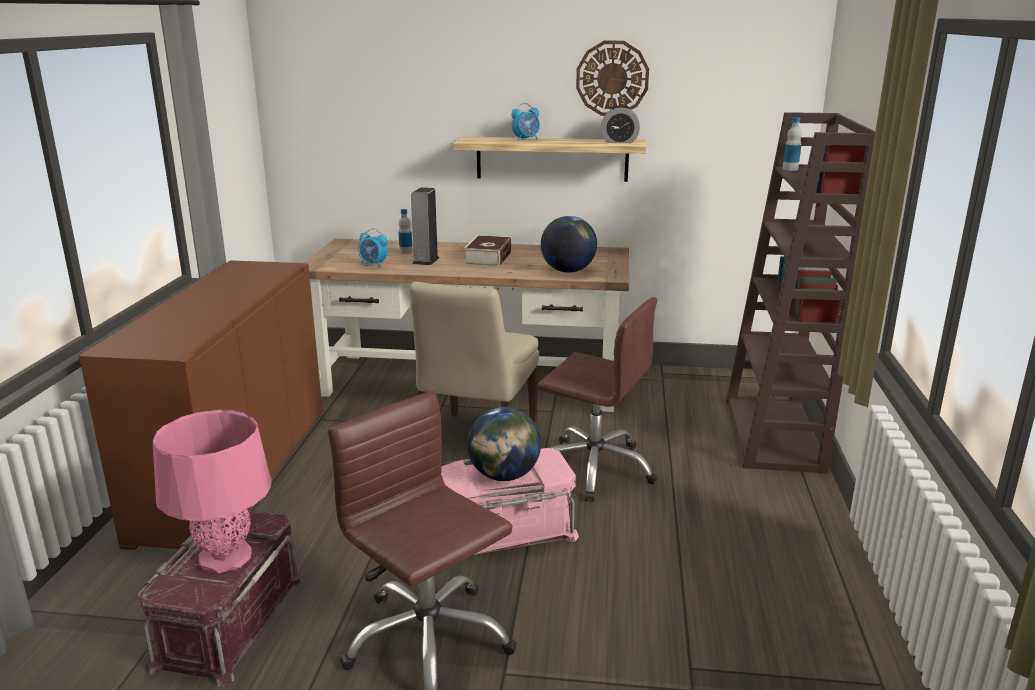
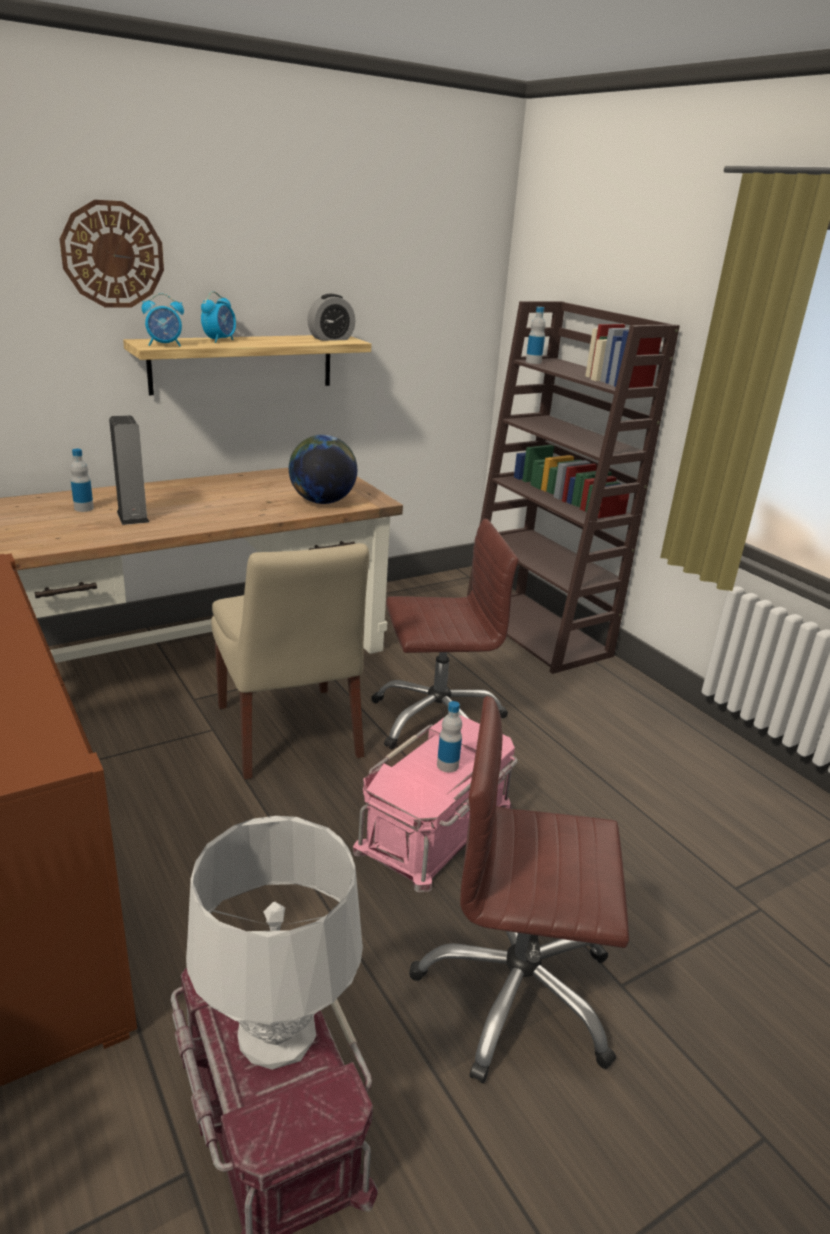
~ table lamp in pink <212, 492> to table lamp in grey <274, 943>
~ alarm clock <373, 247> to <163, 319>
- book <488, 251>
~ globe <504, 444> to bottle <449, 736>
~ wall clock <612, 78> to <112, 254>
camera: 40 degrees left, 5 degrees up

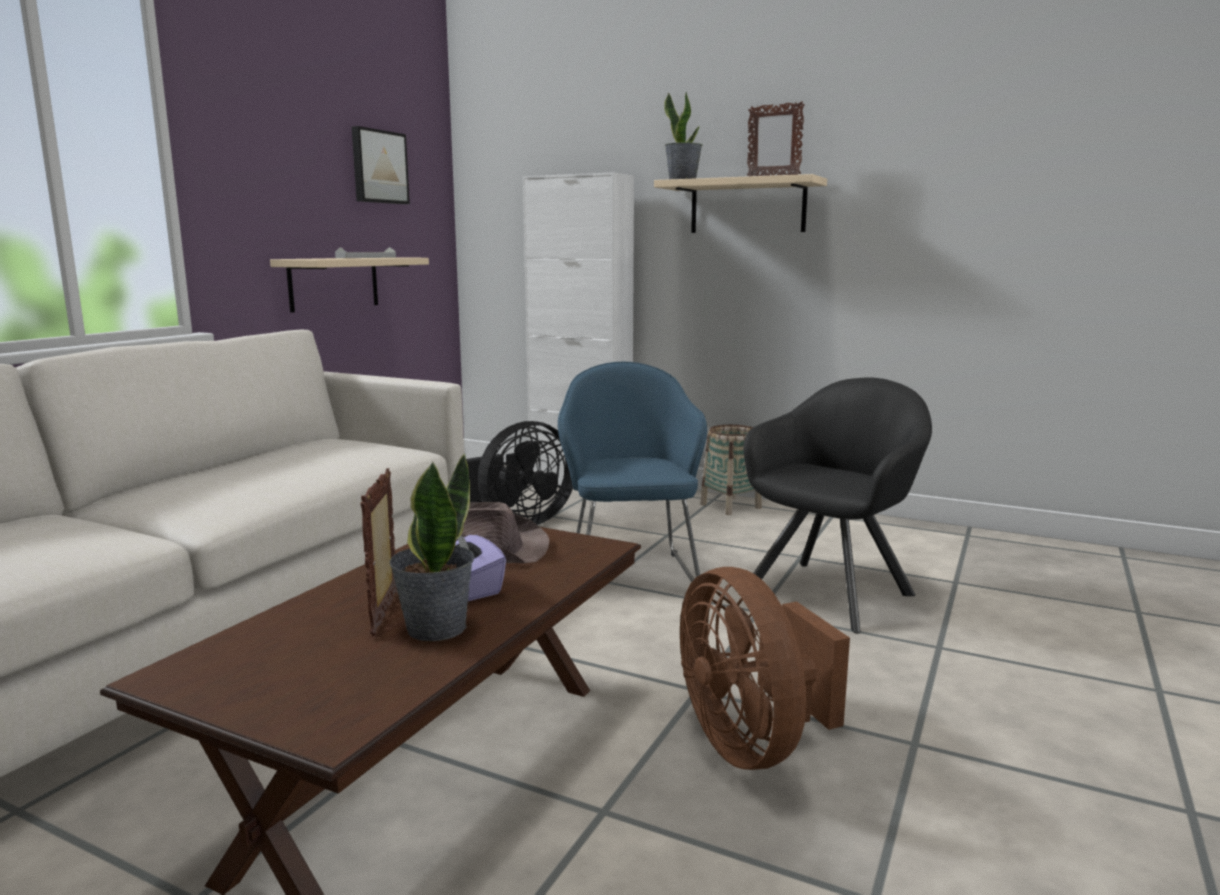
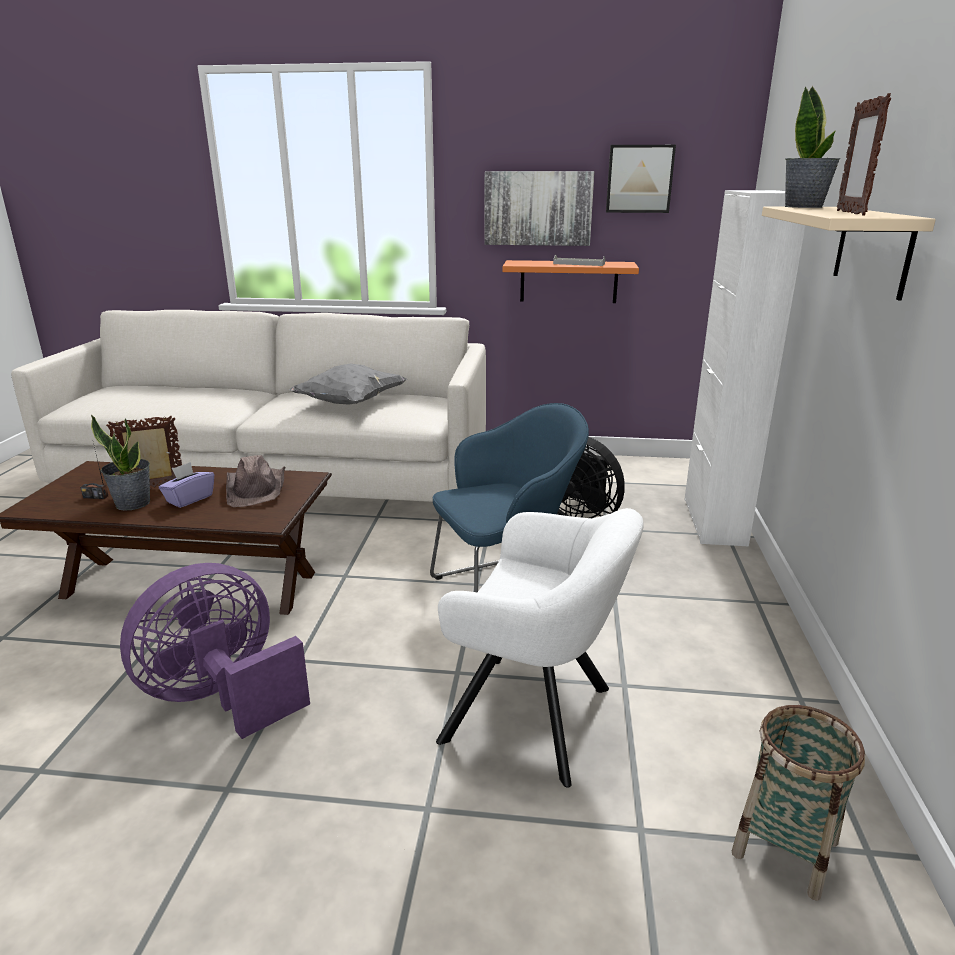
~ shelf in beige <349, 285> to shelf in orange <570, 281>
~ fan in brown <765, 668> to fan in purple <215, 651>
~ basket <731, 470> to <798, 803>
~ armchair in black <837, 505> to armchair in white <540, 648>
+ radio <94, 471>
+ pillow in grey <348, 384>
+ picture <539, 208>
camera: 70 degrees right, 10 degrees up

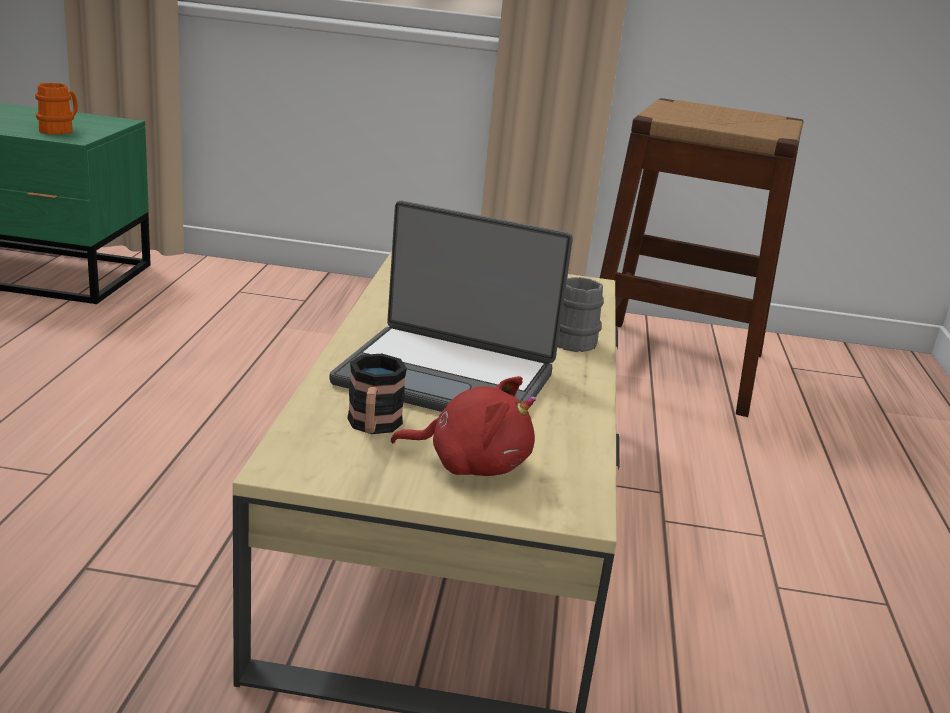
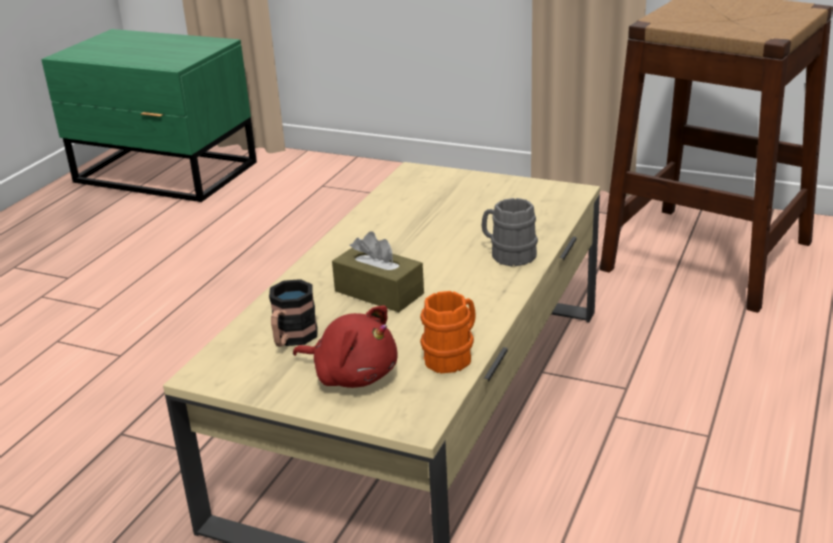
~ mug in orange <56, 109> to <448, 332>
~ laptop <451, 306> to tissue box in brown <378, 271>
camera: 20 degrees right, 5 degrees up

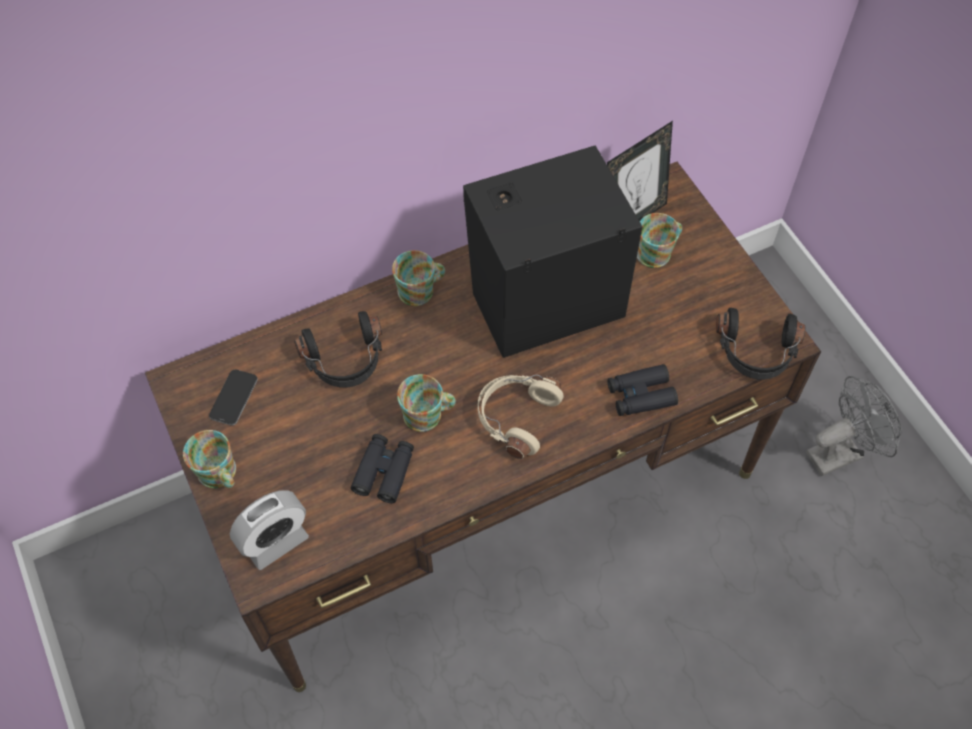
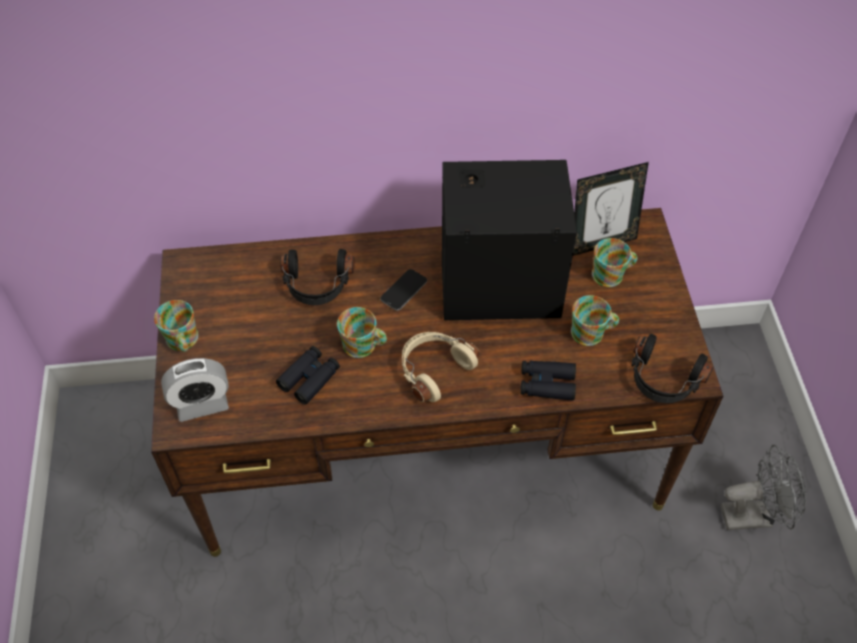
~ phone <233, 397> to <403, 290>
~ mug <418, 278> to <595, 320>
camera: 20 degrees right, 5 degrees down

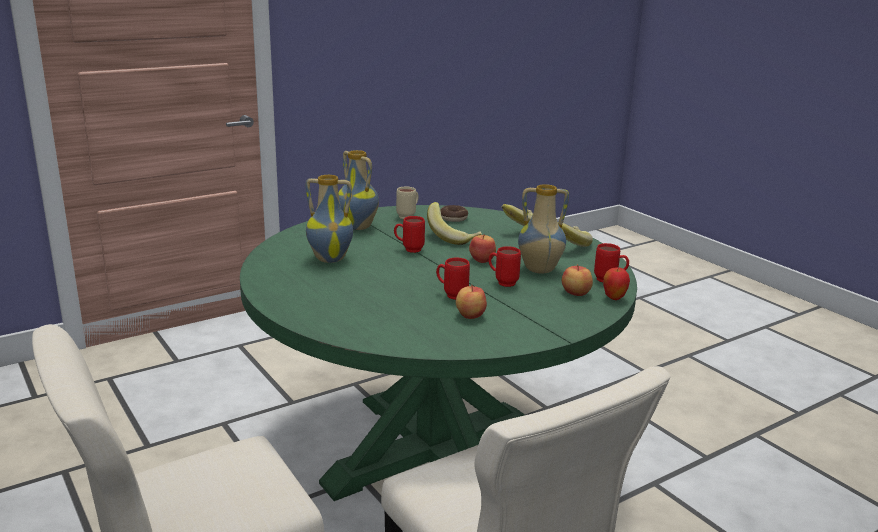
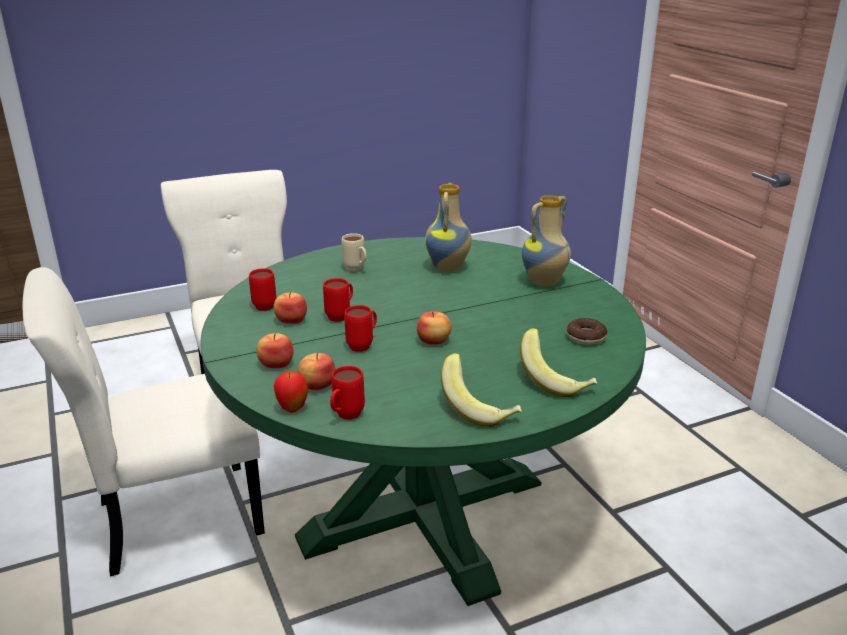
~ mug in red <409, 234> to <262, 289>
~ mug in beige <407, 203> to <354, 252>
- banana <454, 223>
- vase <543, 229>
+ apple <275, 350>
camera: 100 degrees right, 5 degrees up

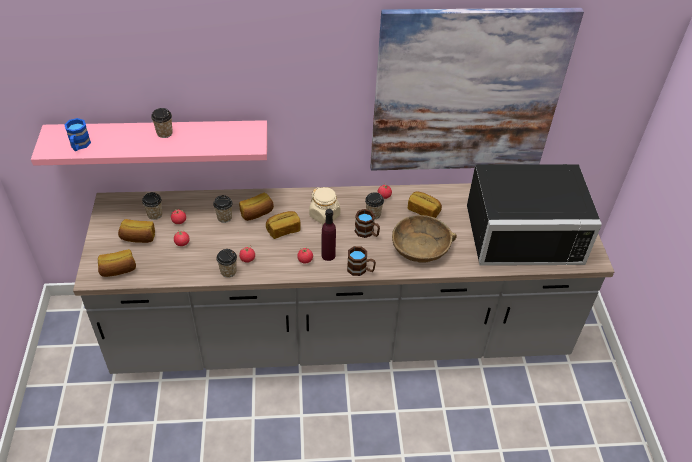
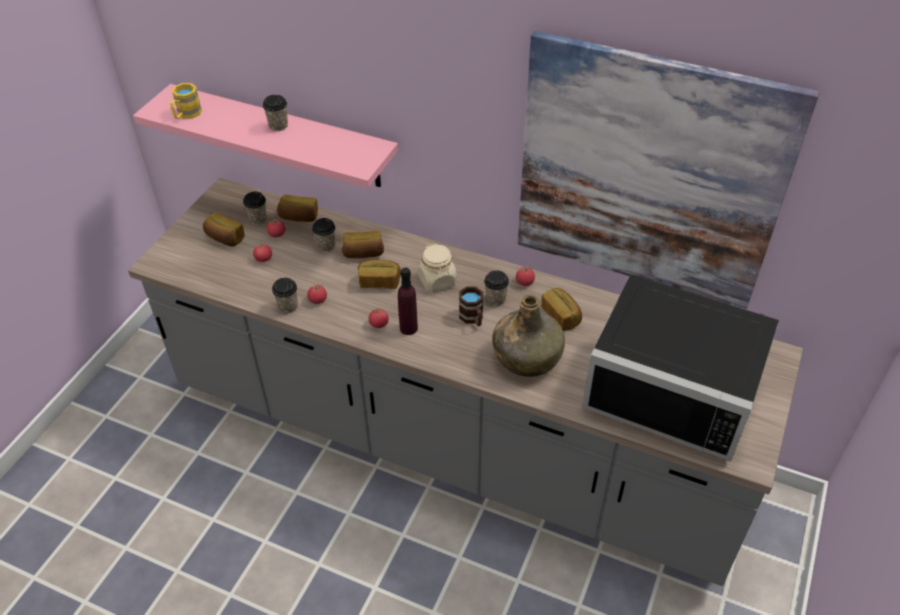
~ mug in blue <77, 134> to mug in yellow <186, 101>
~ bread <117, 263> to <297, 208>
- mug in brown <361, 261>
~ bowl in brown <424, 239> to bottle in green <528, 336>
camera: 30 degrees right, 0 degrees up

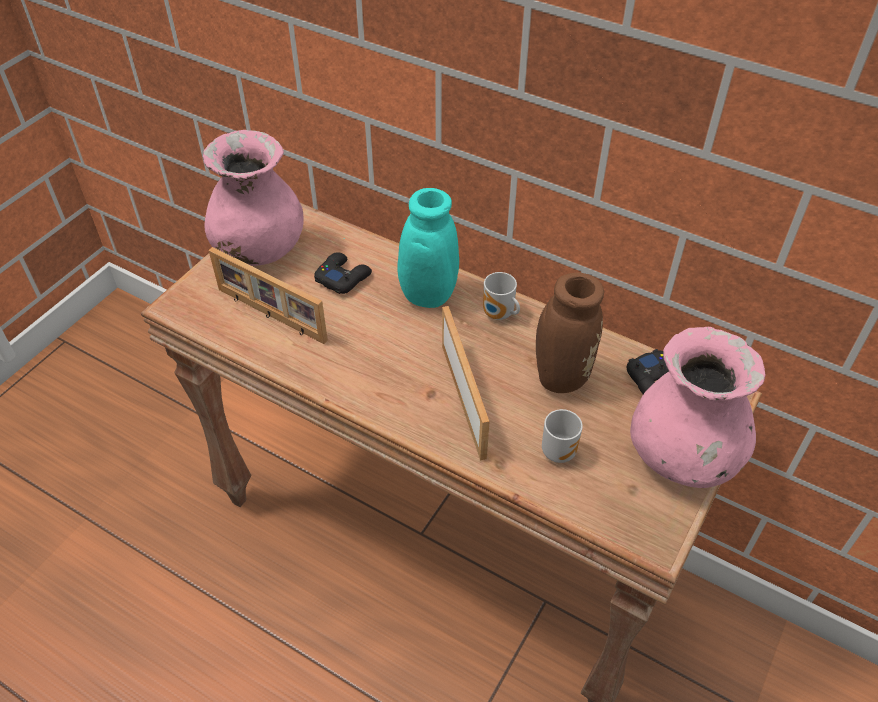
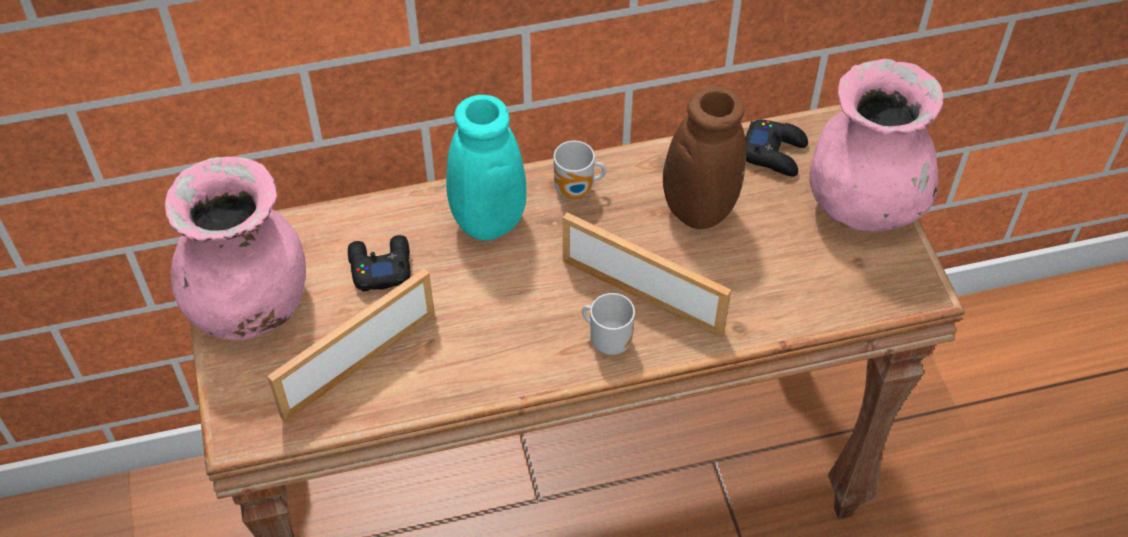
~ picture frame <268, 295> = <351, 345> 150 degrees clockwise
~ mug <562, 436> to <608, 324>
camera: 45 degrees left, 5 degrees up

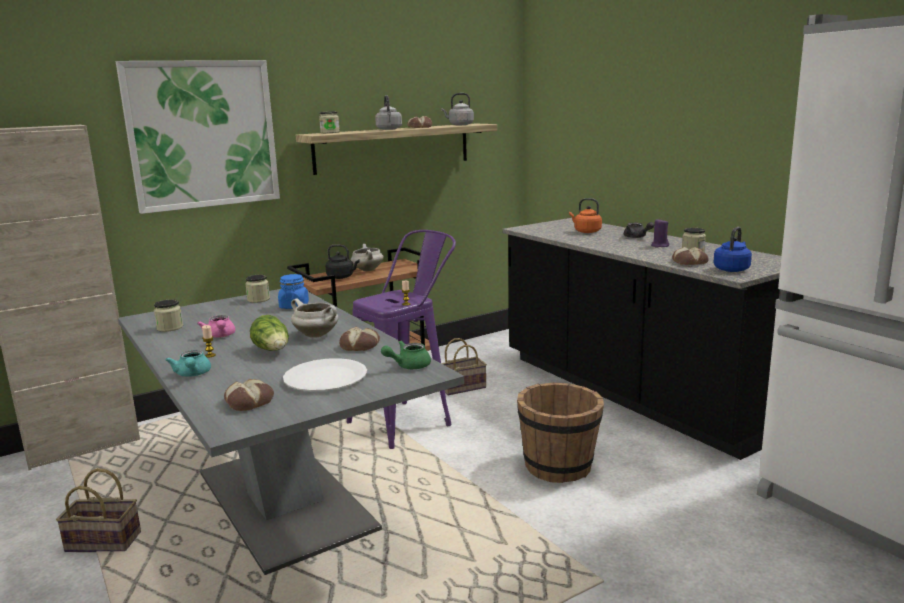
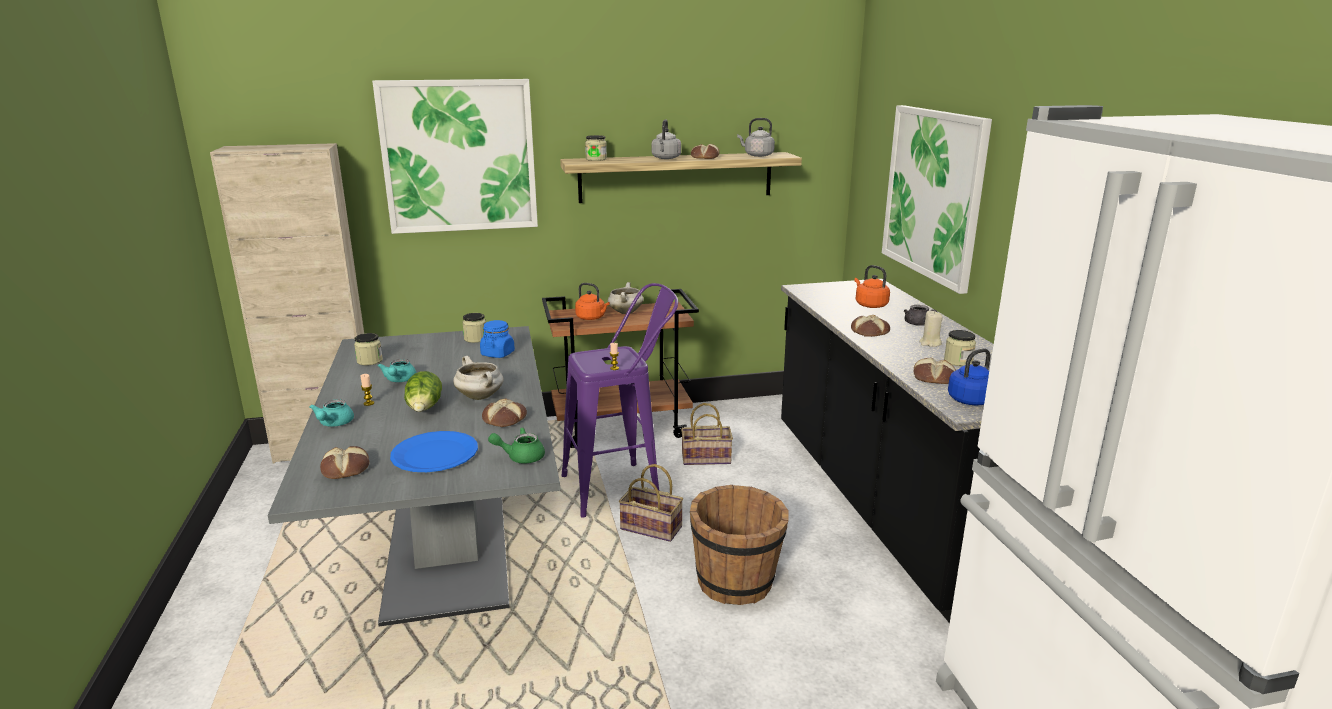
~ basket <98, 510> to <651, 503>
~ teapot in pink <216, 326> to teapot in turquoise <397, 370>
~ plate in white <325, 374> to plate in blue <434, 451>
~ kettle in black <343, 261> to kettle in orange <592, 301>
~ candle in purple <660, 233> to candle in beige <931, 328>
+ bread <870, 326>
+ picture <937, 199>
camera: 20 degrees right, 5 degrees up

